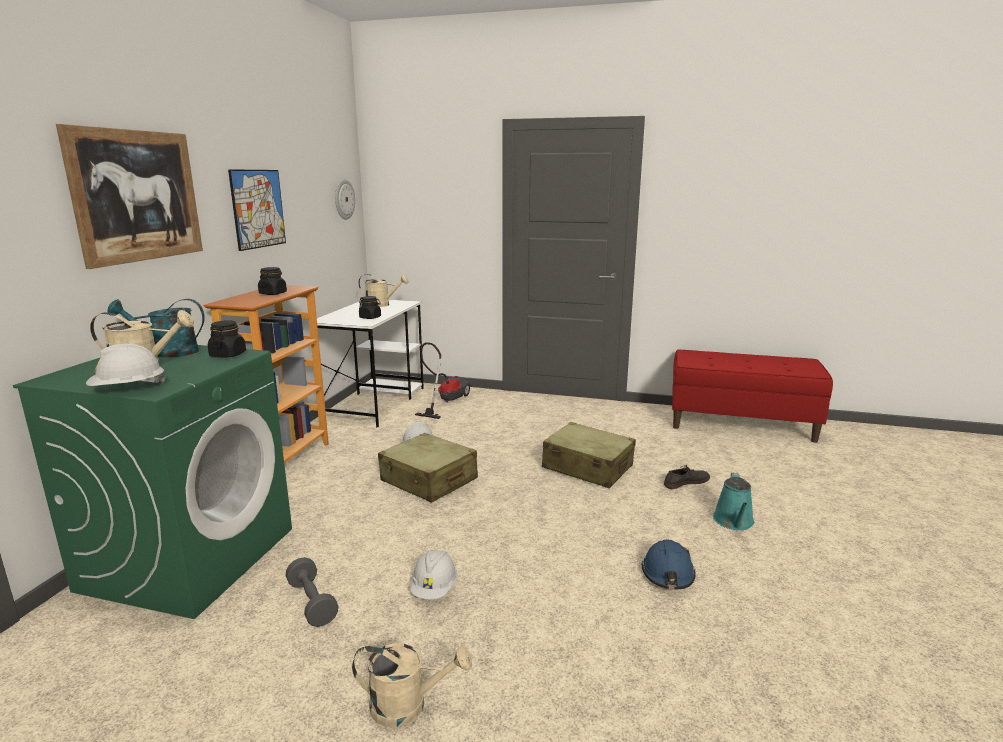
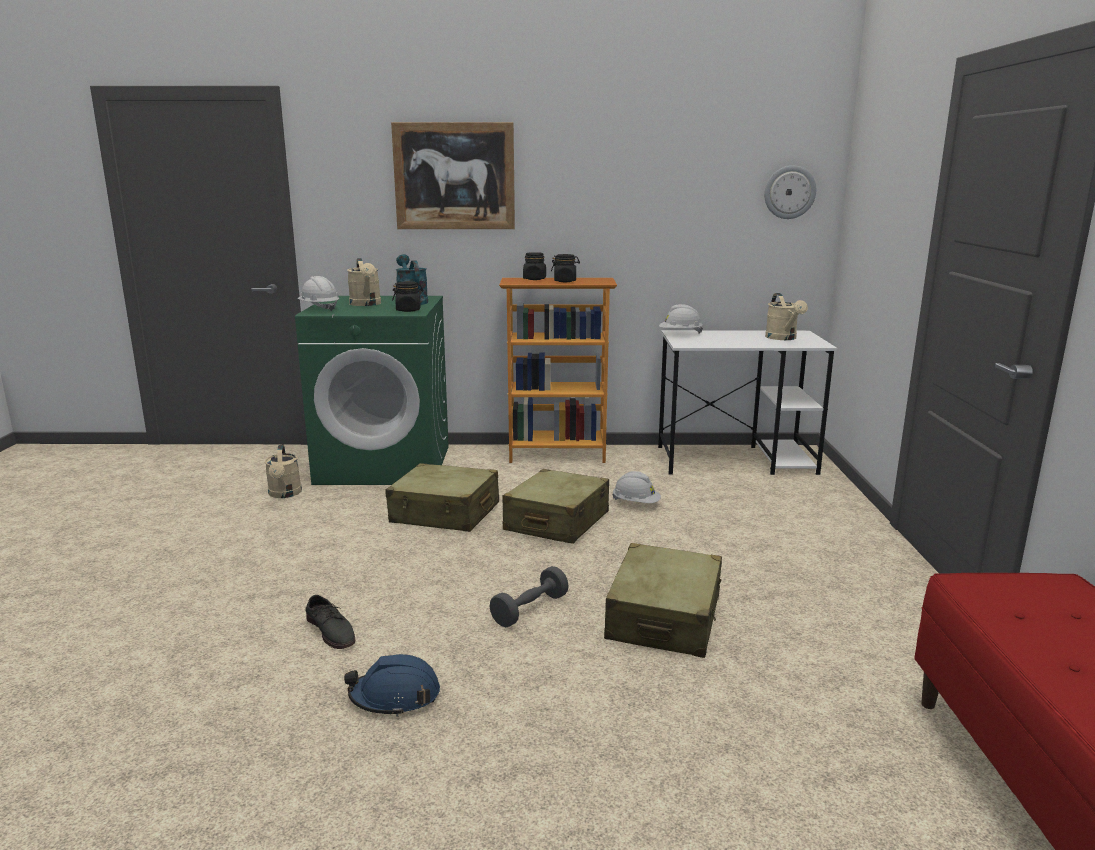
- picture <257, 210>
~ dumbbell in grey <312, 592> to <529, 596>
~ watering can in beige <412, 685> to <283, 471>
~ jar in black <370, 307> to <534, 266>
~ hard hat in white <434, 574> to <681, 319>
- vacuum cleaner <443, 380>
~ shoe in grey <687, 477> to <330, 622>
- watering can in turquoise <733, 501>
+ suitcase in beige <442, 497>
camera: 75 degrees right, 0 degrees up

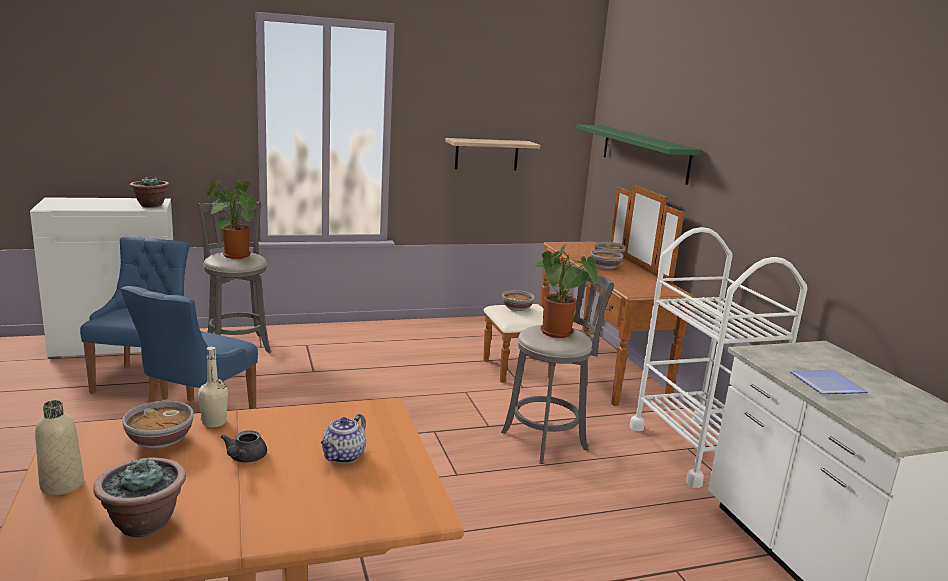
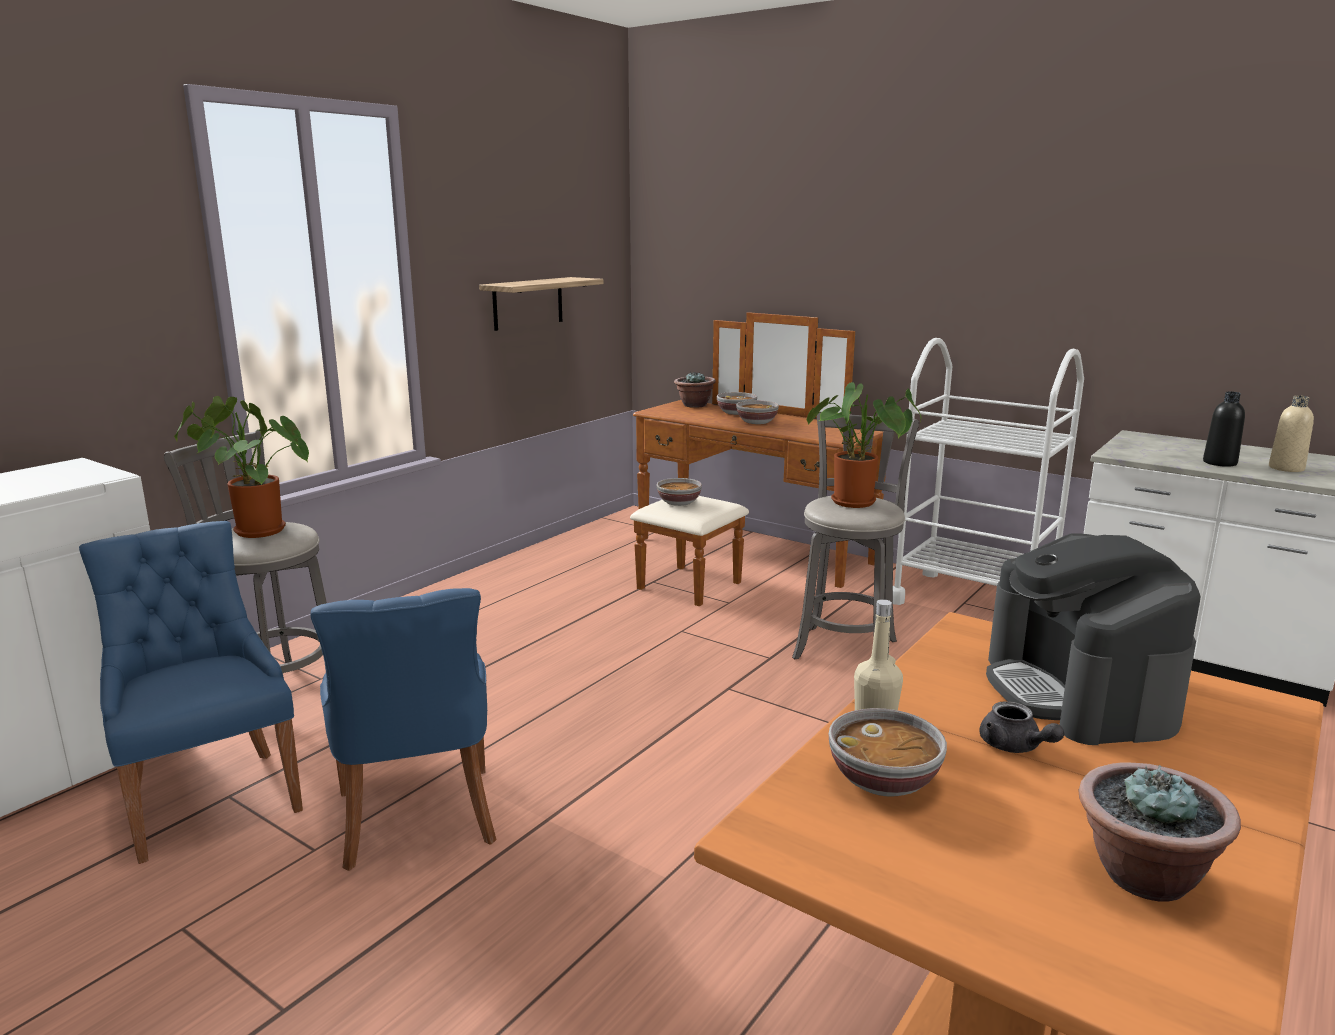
~ bottle in beige <59, 447> to <1291, 433>
~ potted plant <149, 191> to <695, 389>
~ teapot <343, 438> to coffee machine <1093, 639>
- shelf in green <639, 154>
~ plate <829, 382> to bottle in black <1224, 429>
camera: 35 degrees left, 0 degrees up

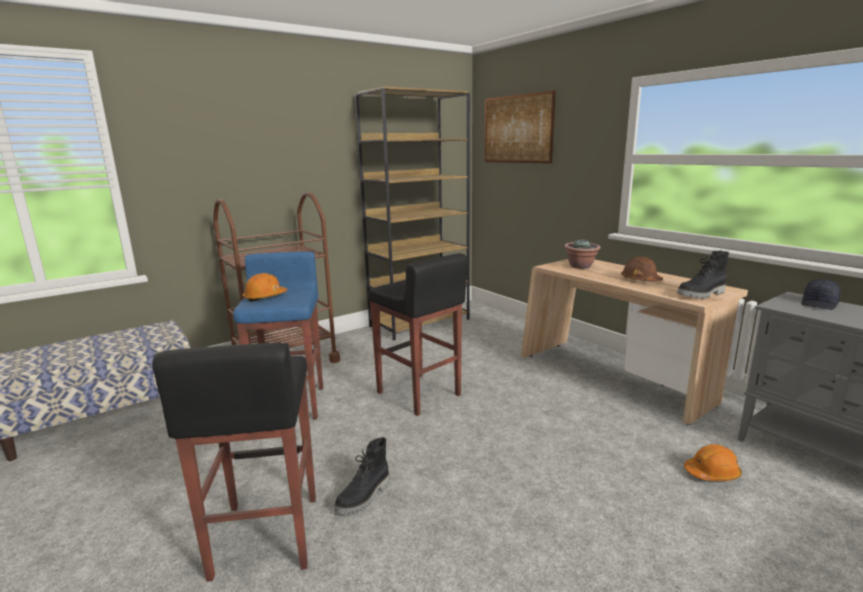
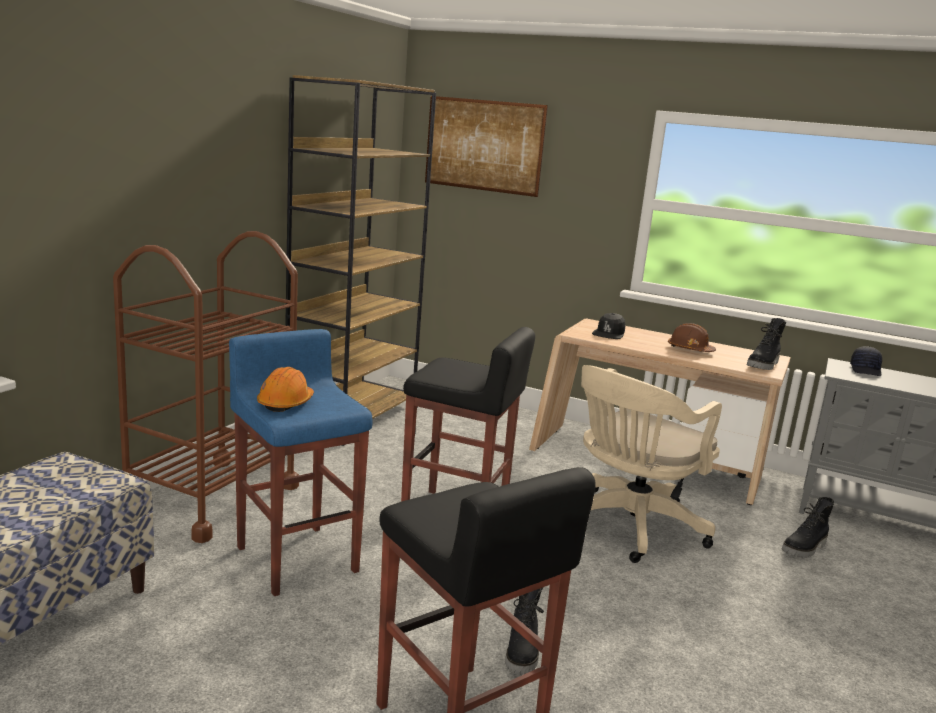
~ potted plant <582, 254> to cap in black <609, 326>
~ hard hat in orange <713, 462> to boot in black <808, 527>
+ office chair in beige <651, 464>
camera: 30 degrees left, 0 degrees up

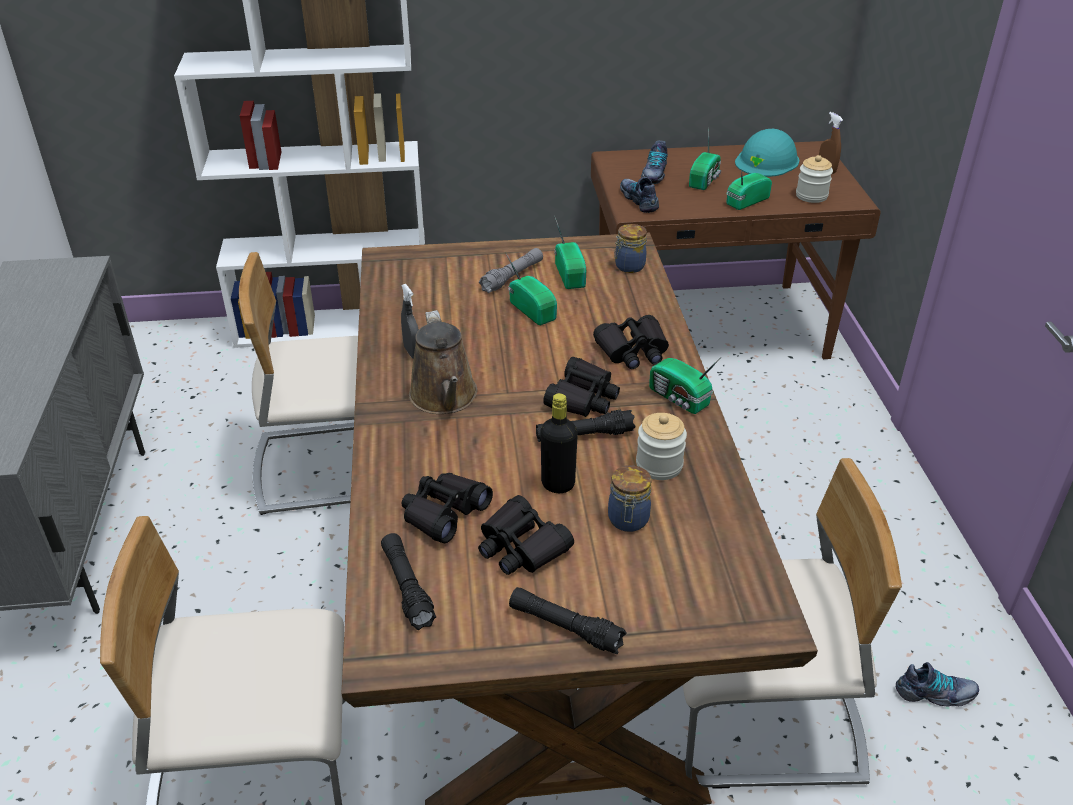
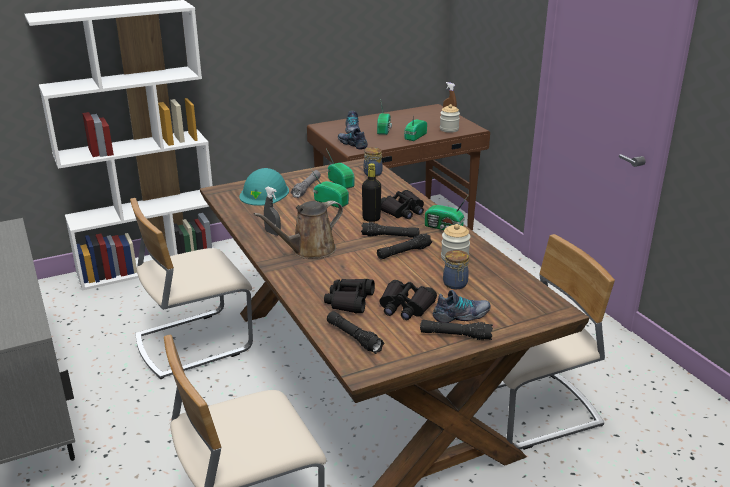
~ watering can in brown <443, 362> = <298, 230> 90 degrees clockwise
~ bottle in black <559, 443> to <371, 192>
~ binoculars in black <581, 387> to flashlight in black <390, 230>
~ hard hat in turquoise <767, 153> to <264, 187>
~ shoe <937, 684> to <462, 306>
camera: 20 degrees left, 10 degrees down

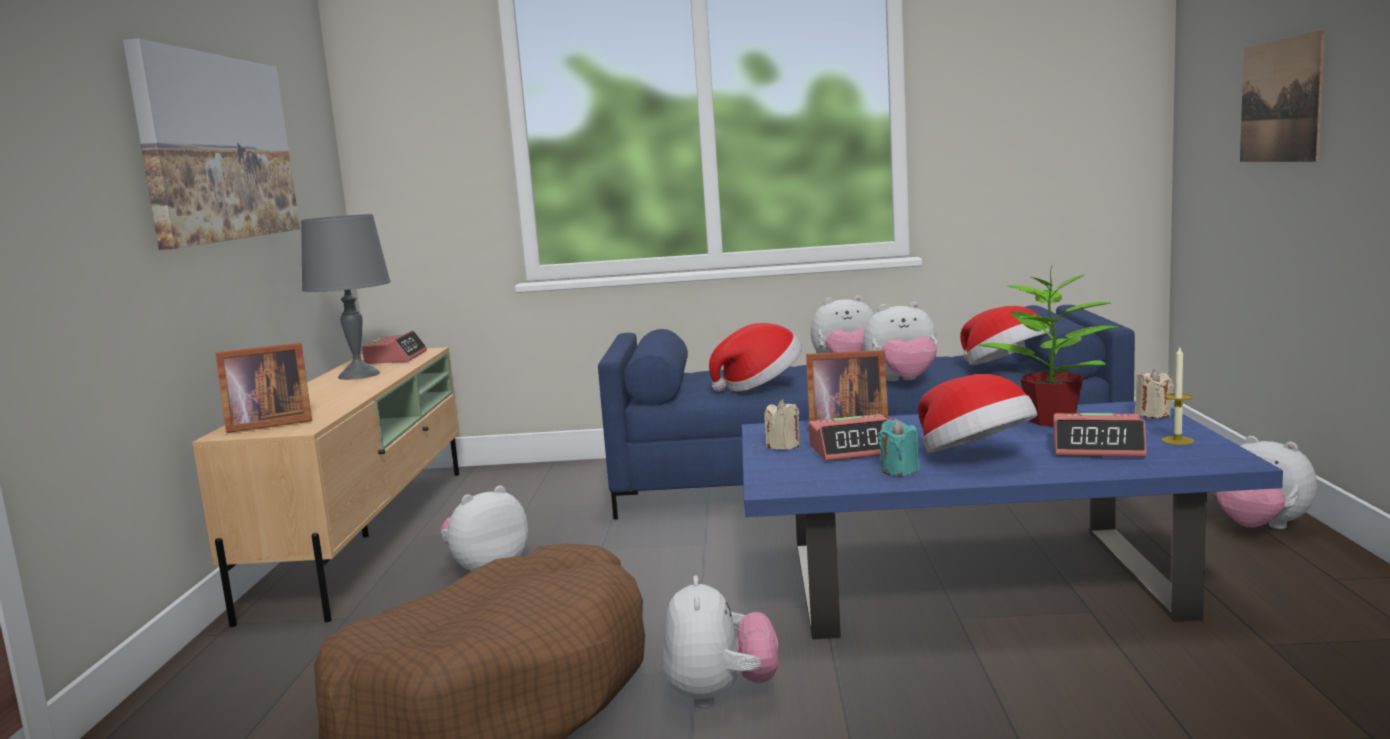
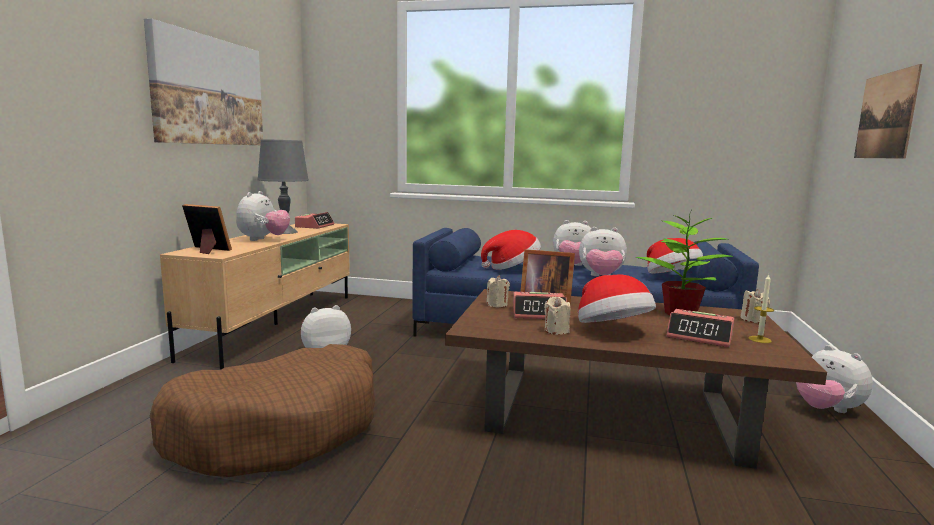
~ picture frame <263, 388> = <207, 229> 150 degrees counterclockwise
~ plush toy <720, 641> to <263, 216>
~ coffee table in blue <1012, 520> to coffee table in brown <636, 379>
~ candle in turquoise <899, 447> to candle in beige <557, 315>
camera: 10 degrees right, 0 degrees up

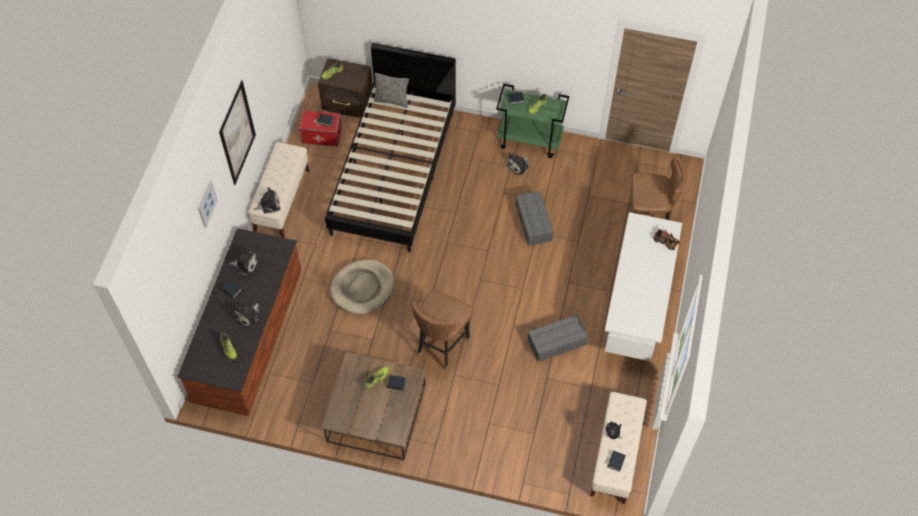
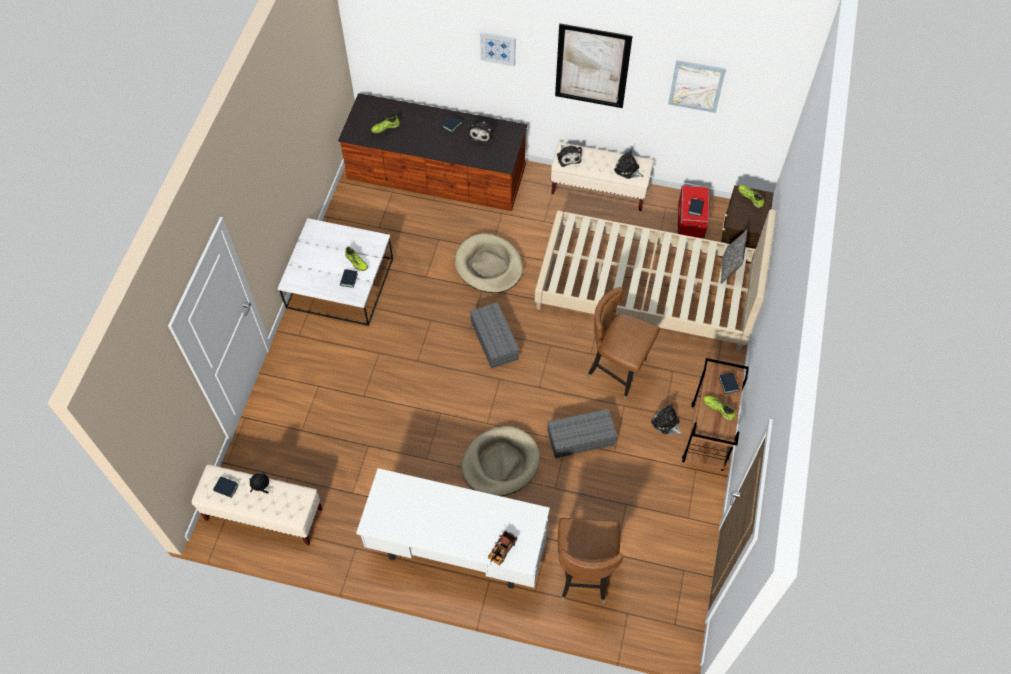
~ plush toy <247, 315> to <629, 164>
~ coffee table in brown <373, 406> to coffee table in white <335, 272>
~ bed in black <390, 147> to bed in beige <656, 280>
~ chair in brown <443, 329> to <623, 343>
~ cart in green <532, 121> to cart in brown <715, 414>
~ storage box in grey <558, 338> to <495, 335>
+ dog bed in beige <500, 461>
+ picture <697, 86>
camera: 90 degrees right, 0 degrees up

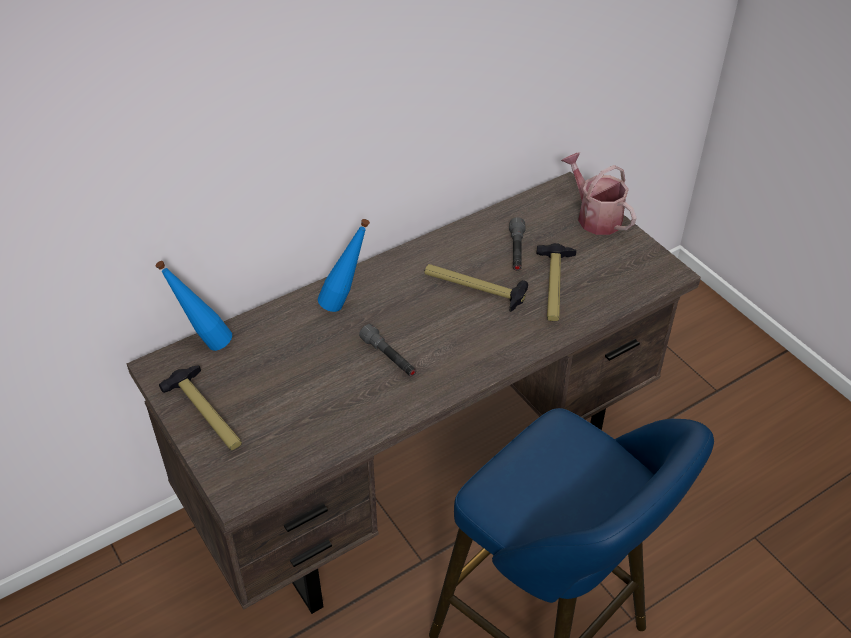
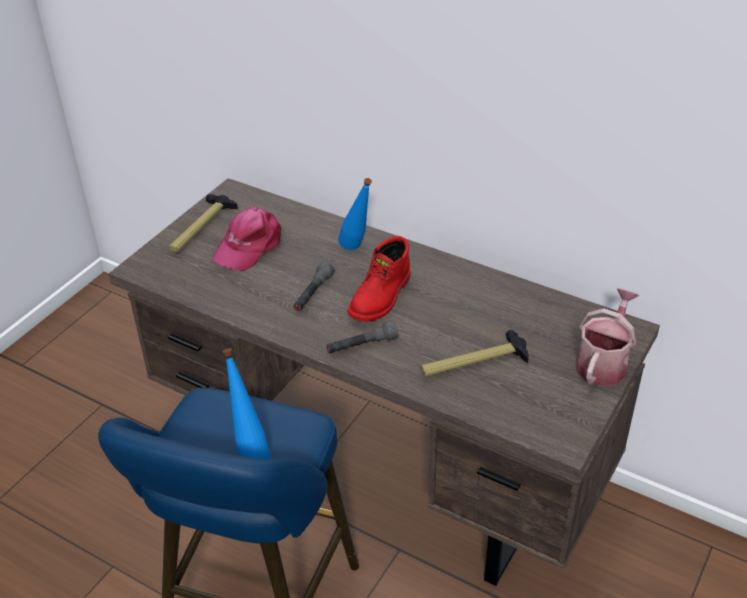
~ bottle in blue <194, 306> to <246, 403>
- hammer <476, 288>
~ flashlight in grey <517, 244> to <362, 337>
+ cap in pink <246, 239>
+ boot in red <379, 279>
camera: 65 degrees right, 5 degrees down

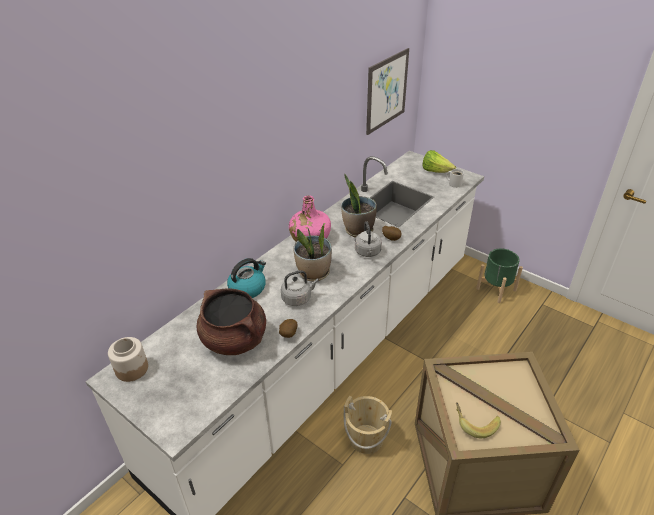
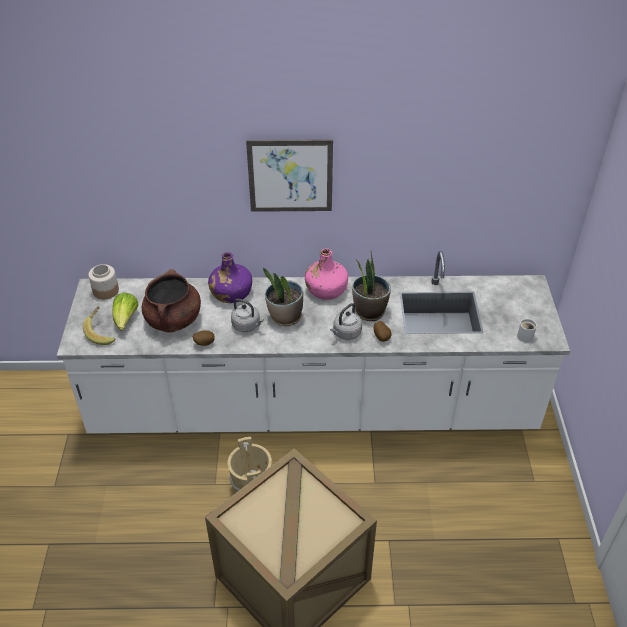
~ kettle <246, 278> to bottle in purple <230, 277>
~ picture <387, 91> to <289, 175>
~ lettuce <439, 161> to <125, 312>
~ banana <478, 420> to <99, 325>
- planter in green <499, 275>
camera: 50 degrees right, 5 degrees up

